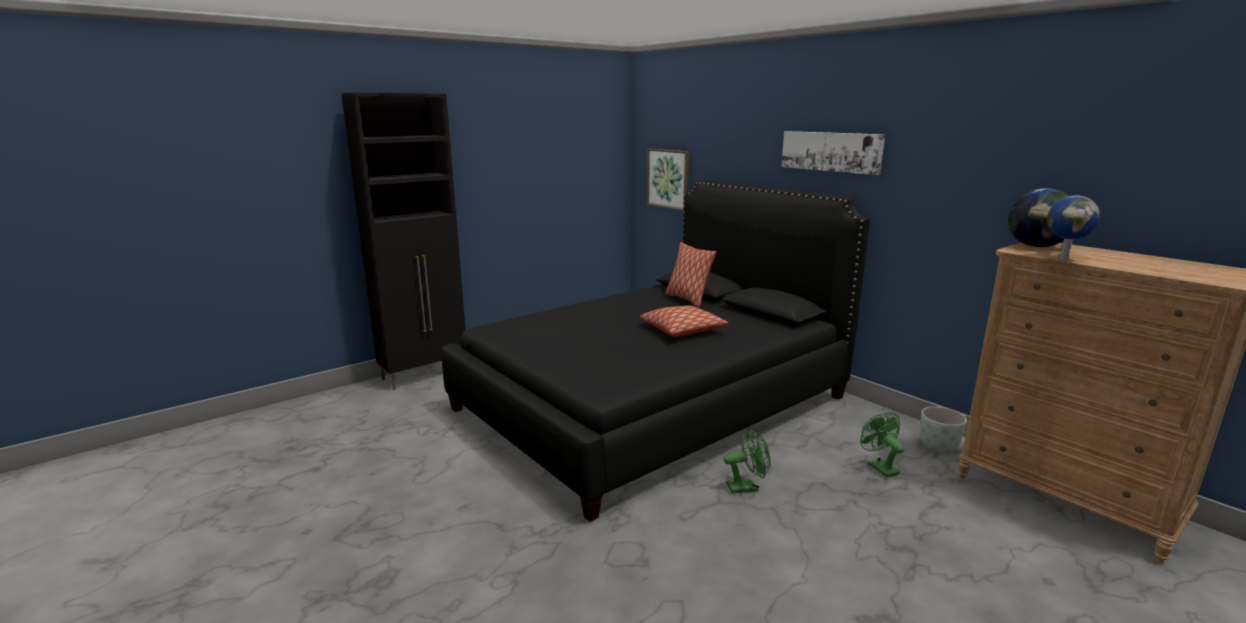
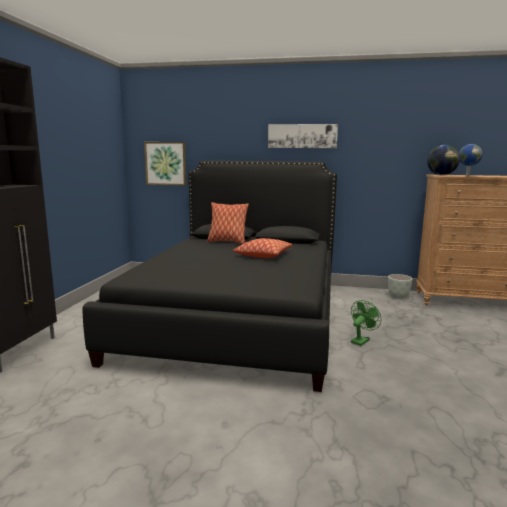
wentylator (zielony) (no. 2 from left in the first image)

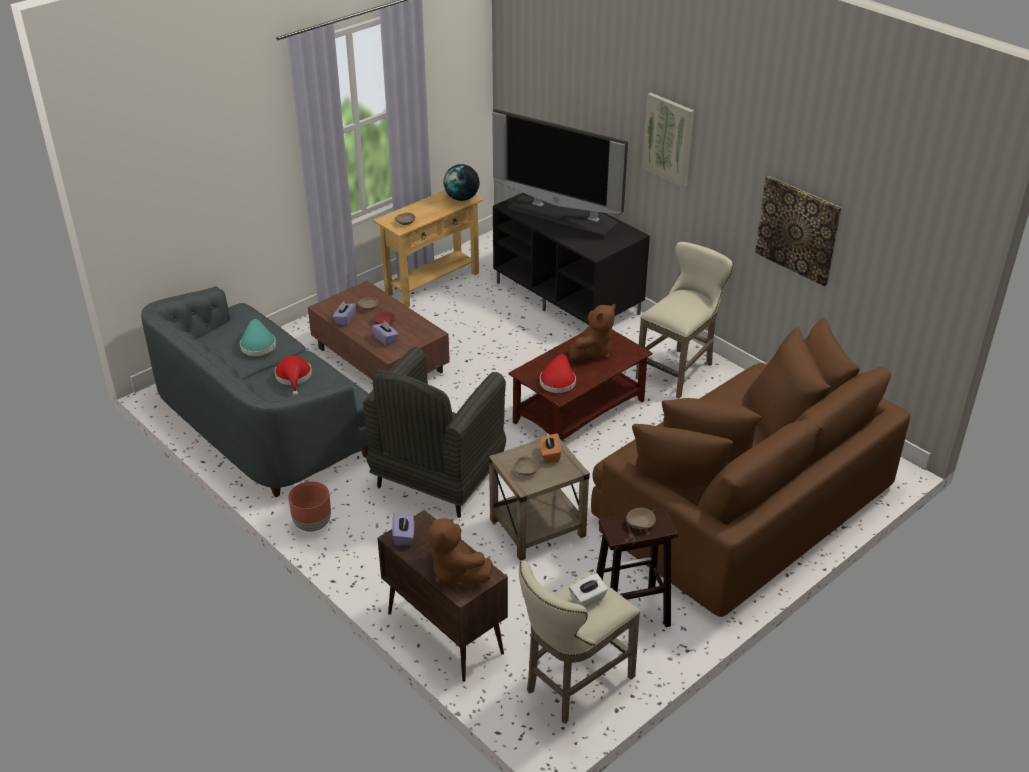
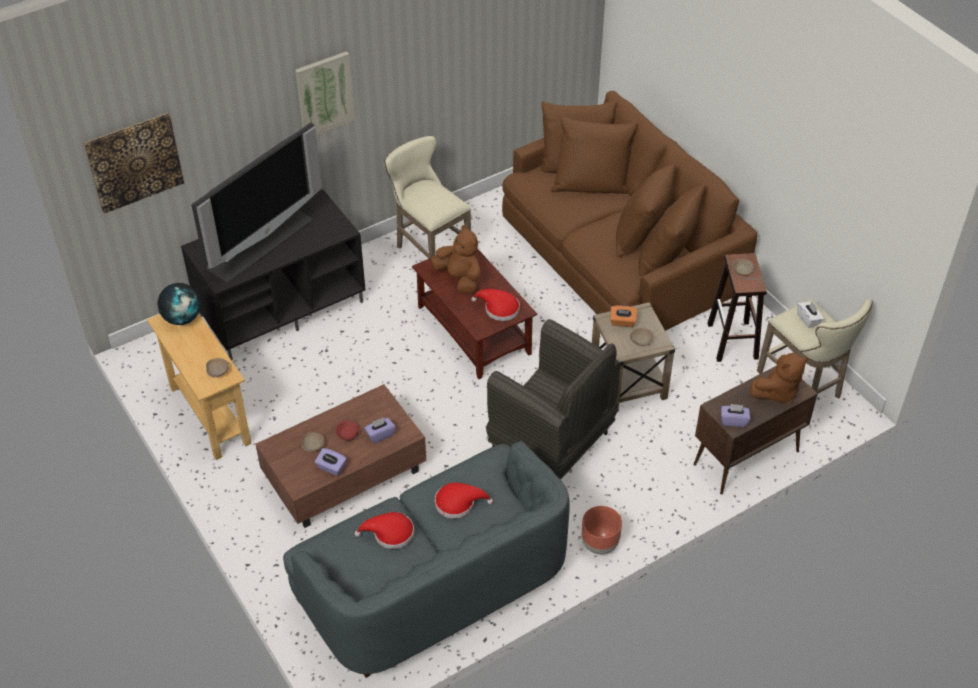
obraz (no. 1 from left); kapelusz (czerwony) (no. 1 from left)

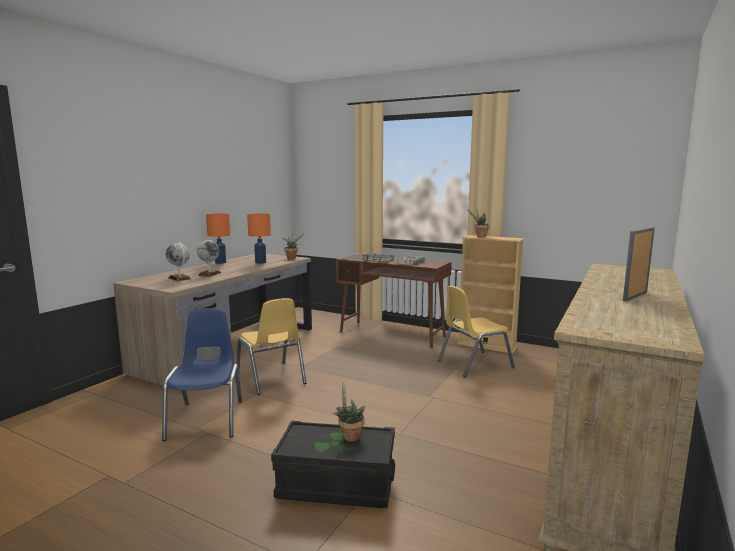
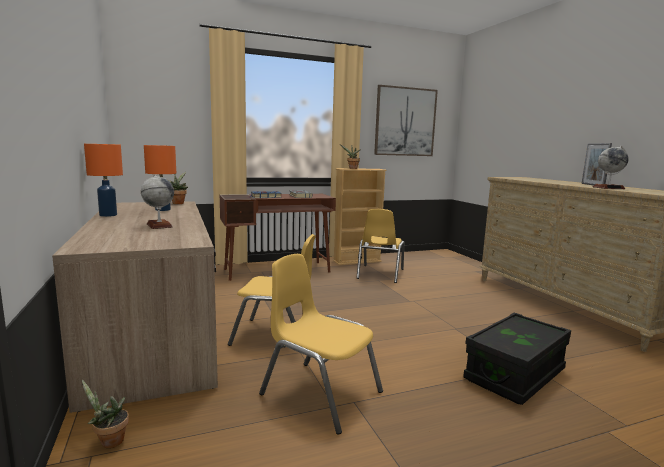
obraz; globus (no. 2 from left); roślina doniczkowa (no. 1 from left); krzesło (żółty) (no. 2 from left)

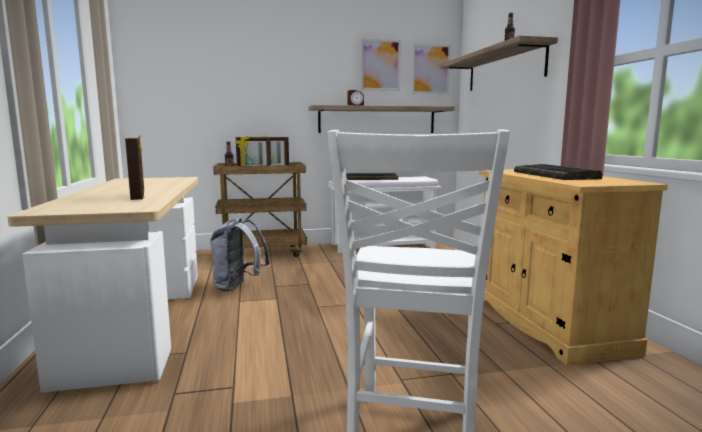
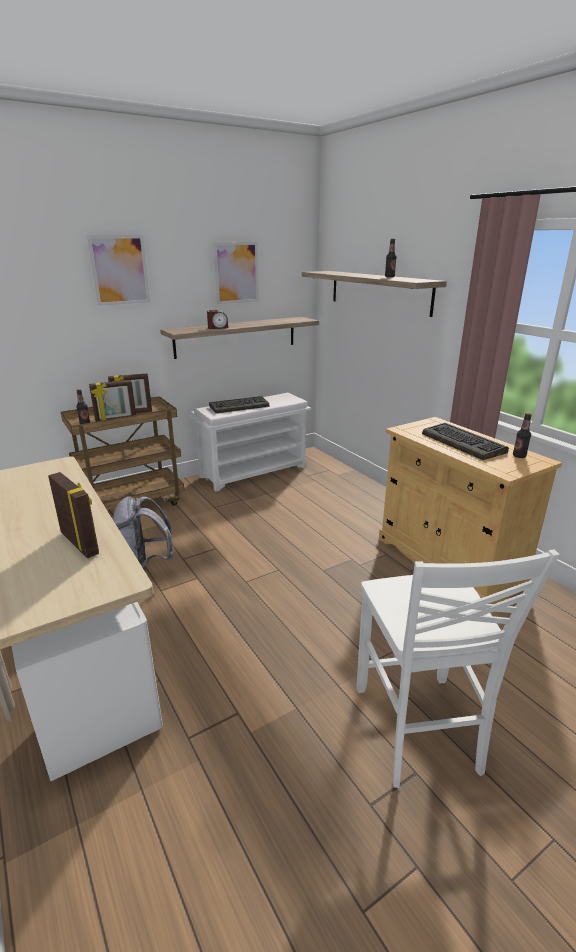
butelka (no. 3 from left); obraz (no. 1 from left)

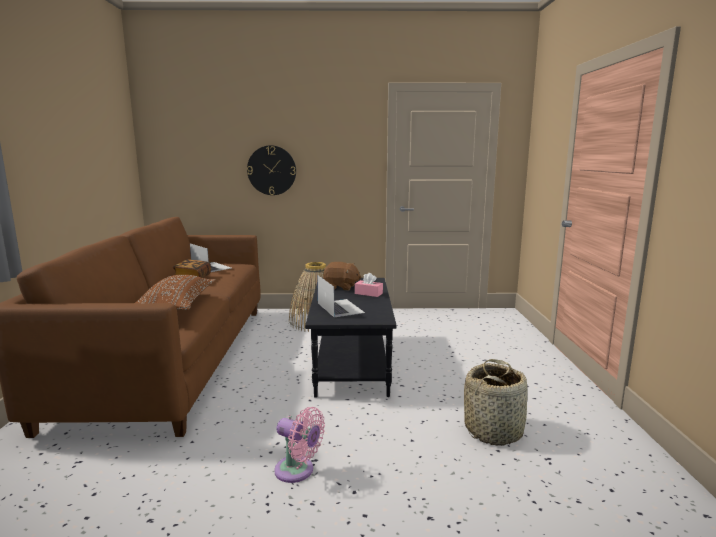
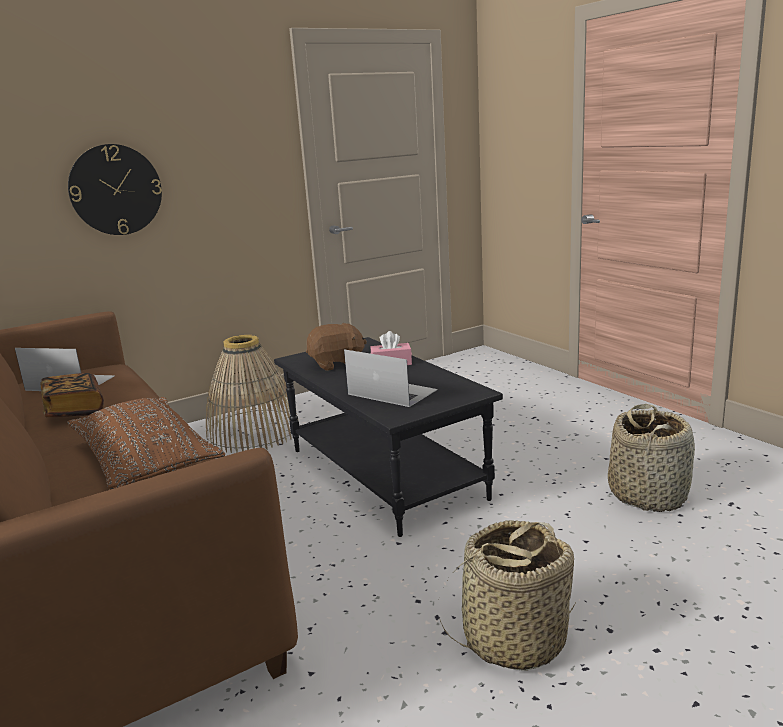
koszyk (no. 2 from left)

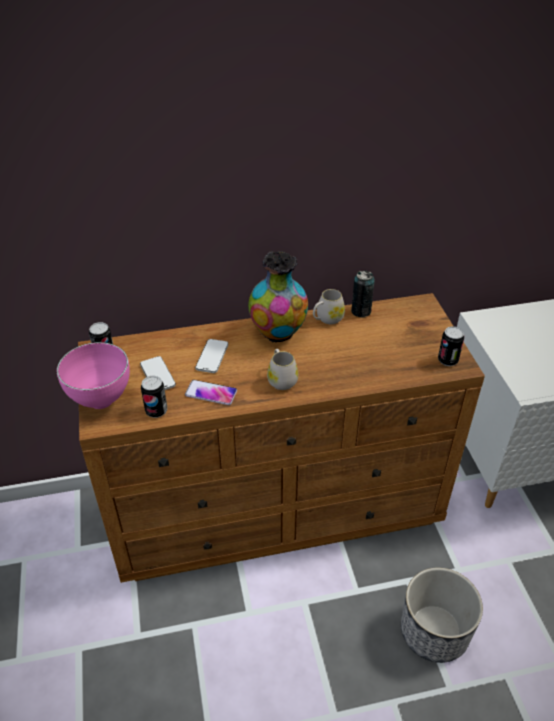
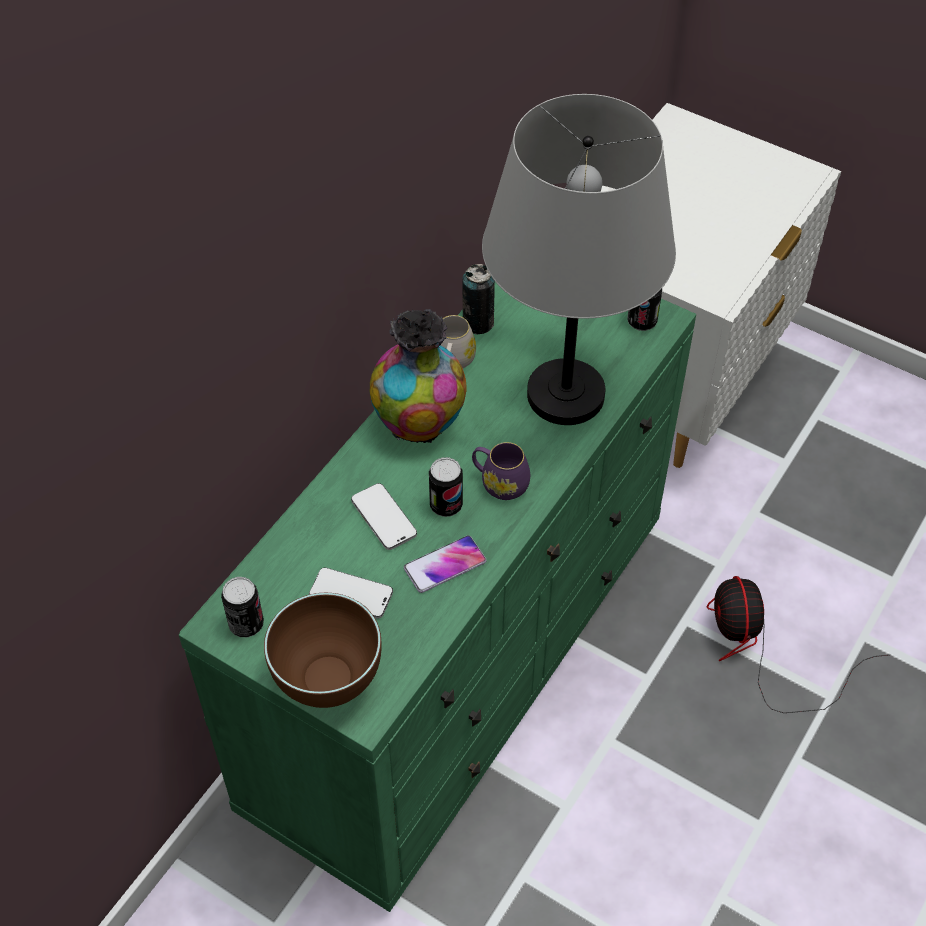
lampa stołowa (szary); puszka (no. 2 from left); wentylator; miska (brązowy); komoda (zielony); kubek (fioletowy)

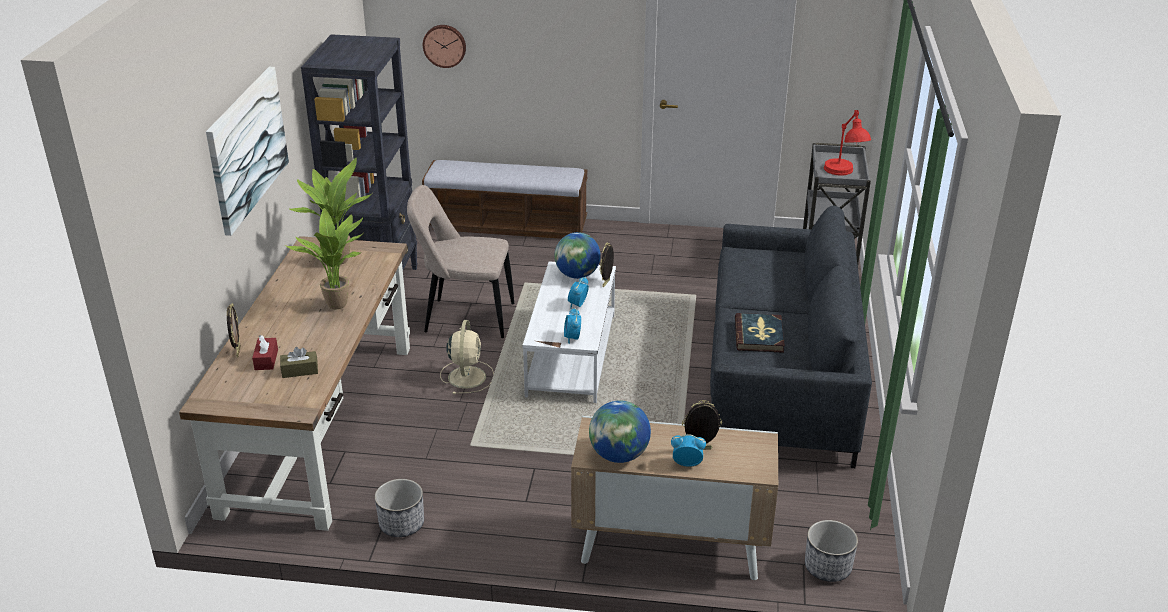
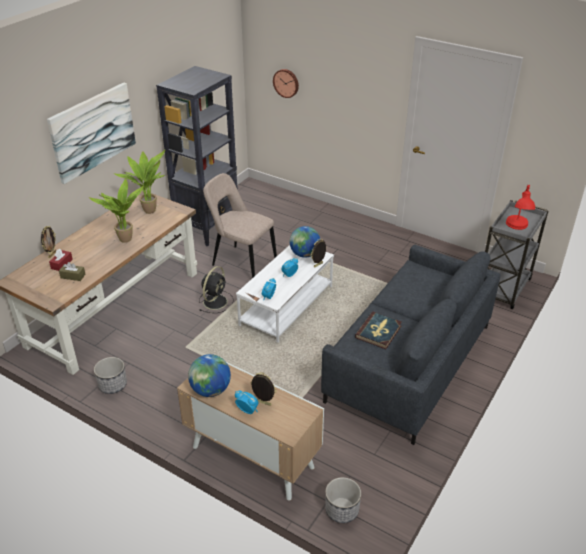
ławka; wentylator (czarny)

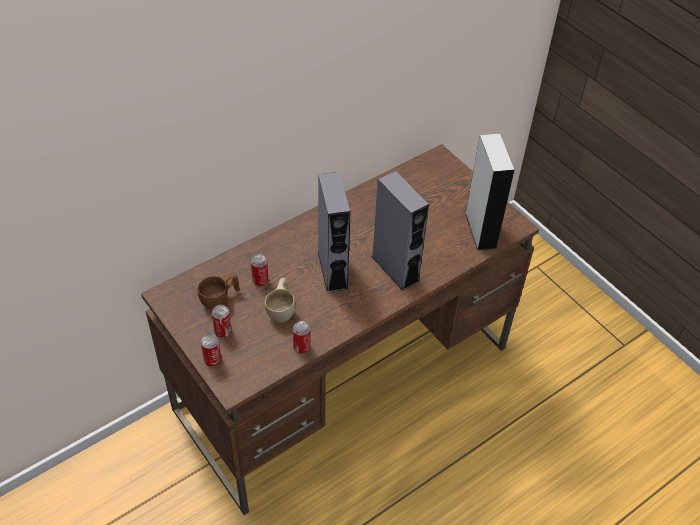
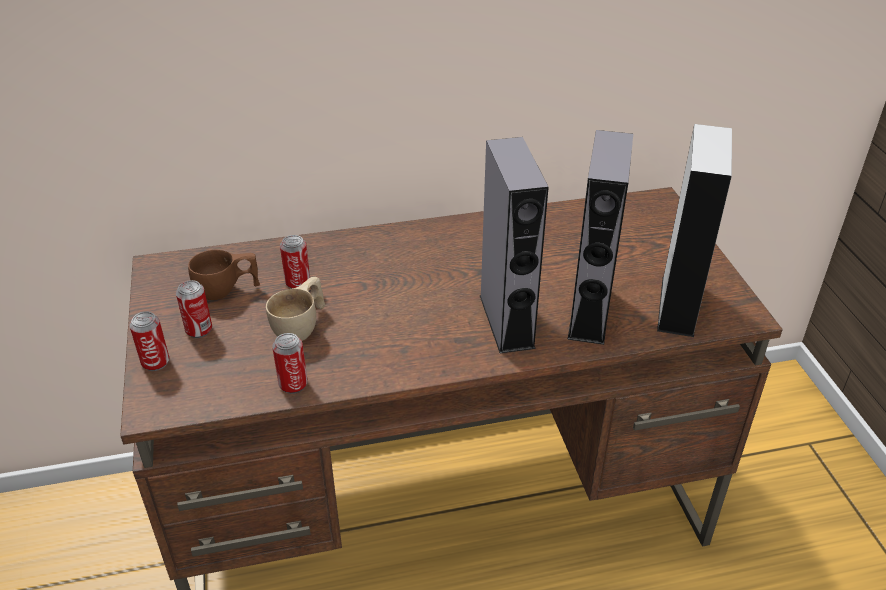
głośnik (szary) (no. 2 from left)

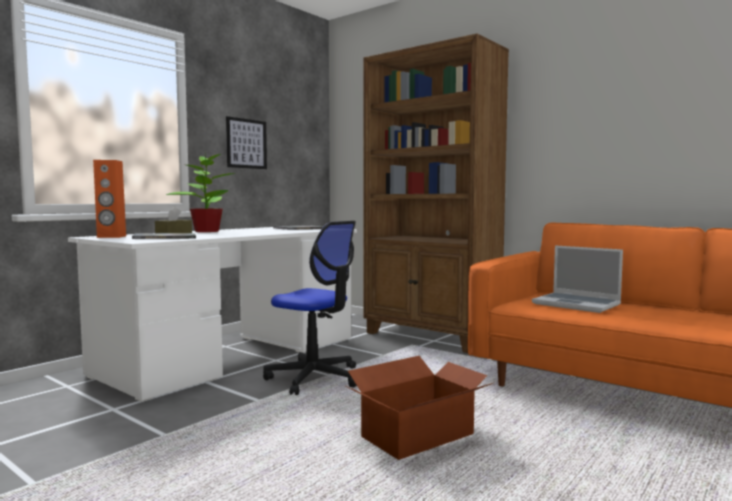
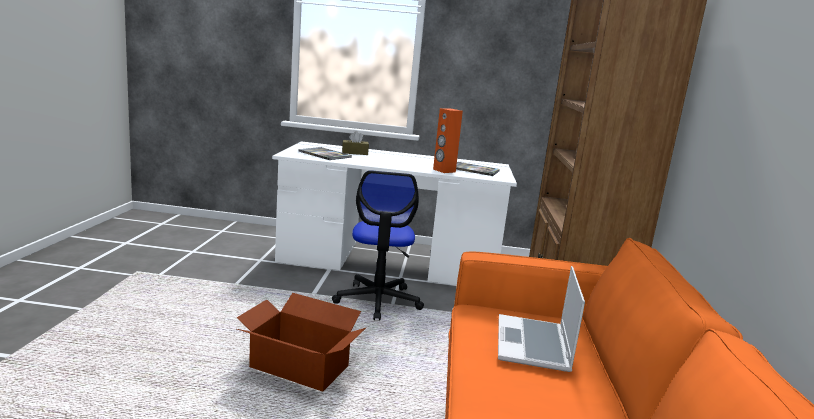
roślina doniczkowa; obraz; głośnik (pomarańczowy)

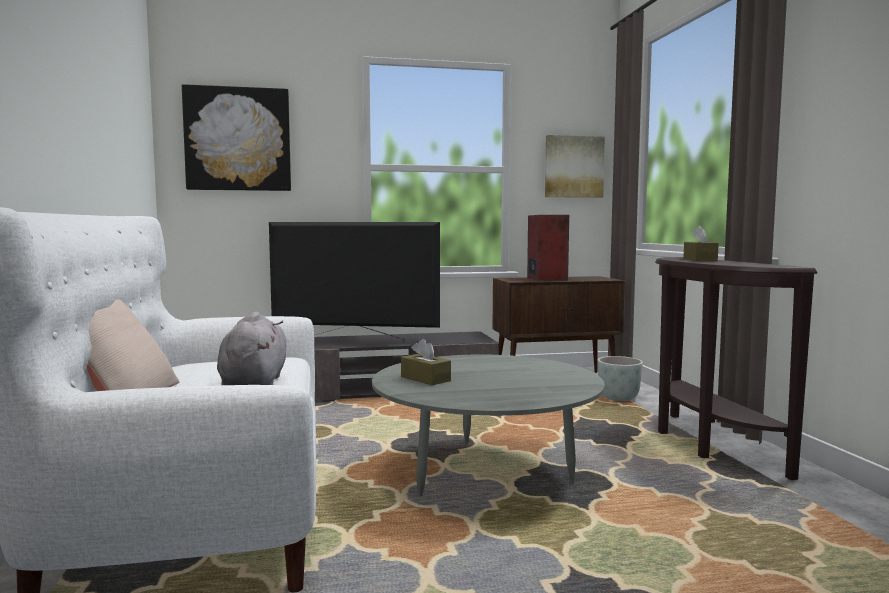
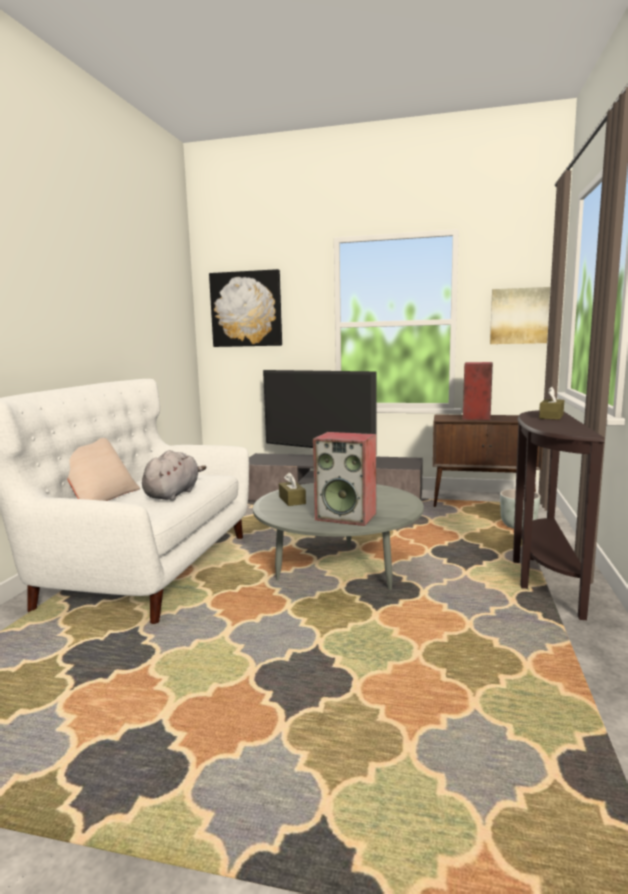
głośnik (no. 1 from left)

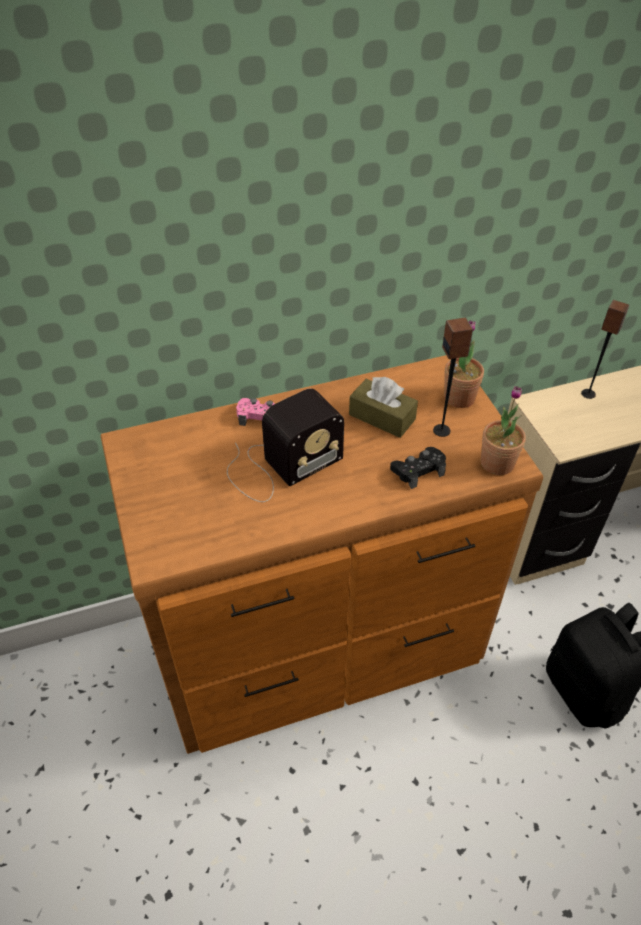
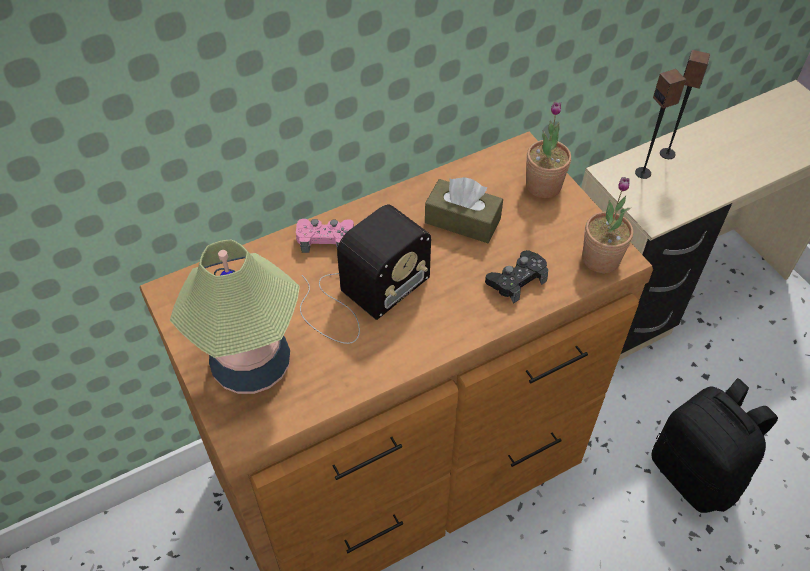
lampa stołowa; głośnik (no. 1 from left)

